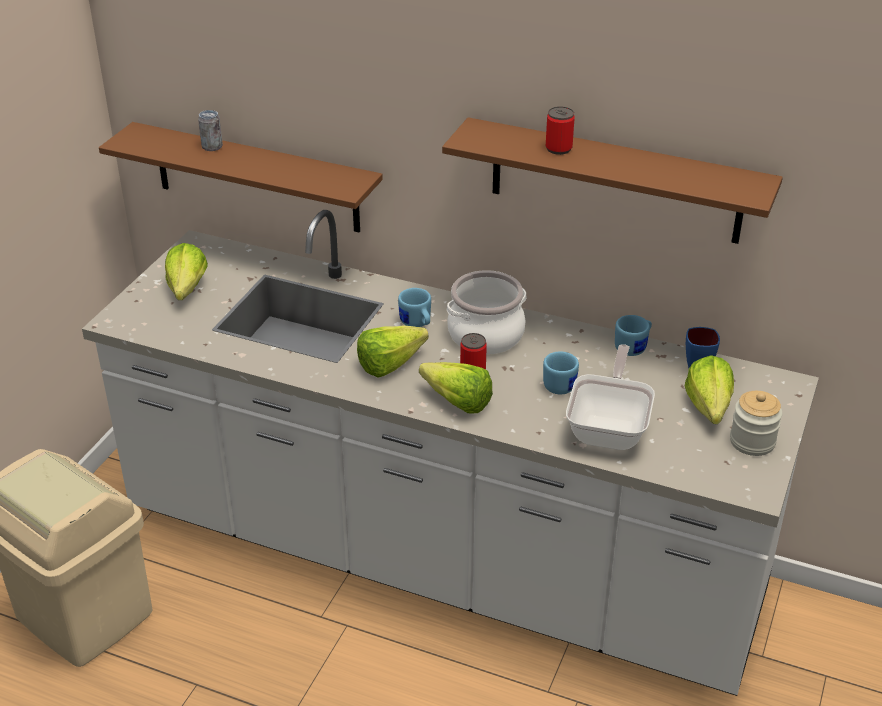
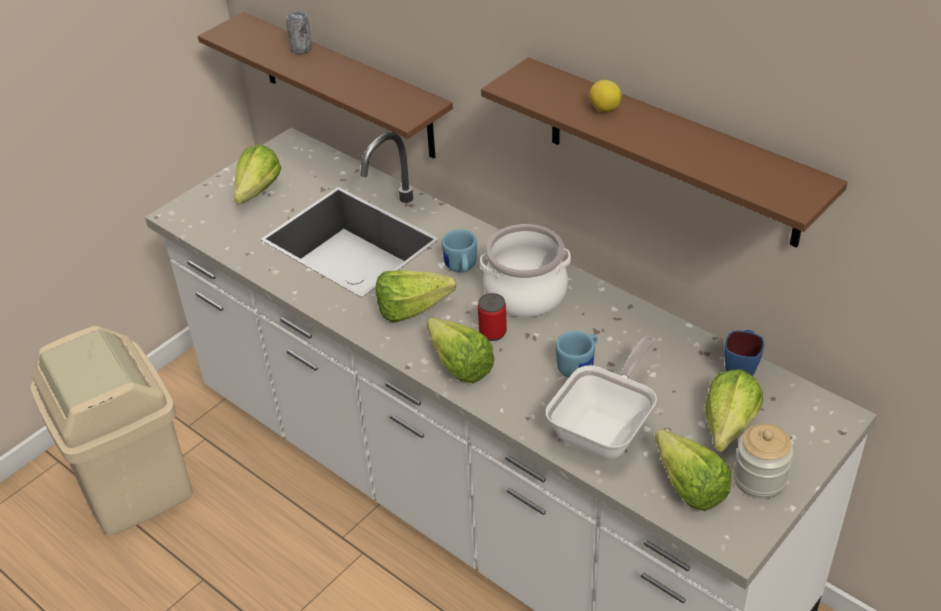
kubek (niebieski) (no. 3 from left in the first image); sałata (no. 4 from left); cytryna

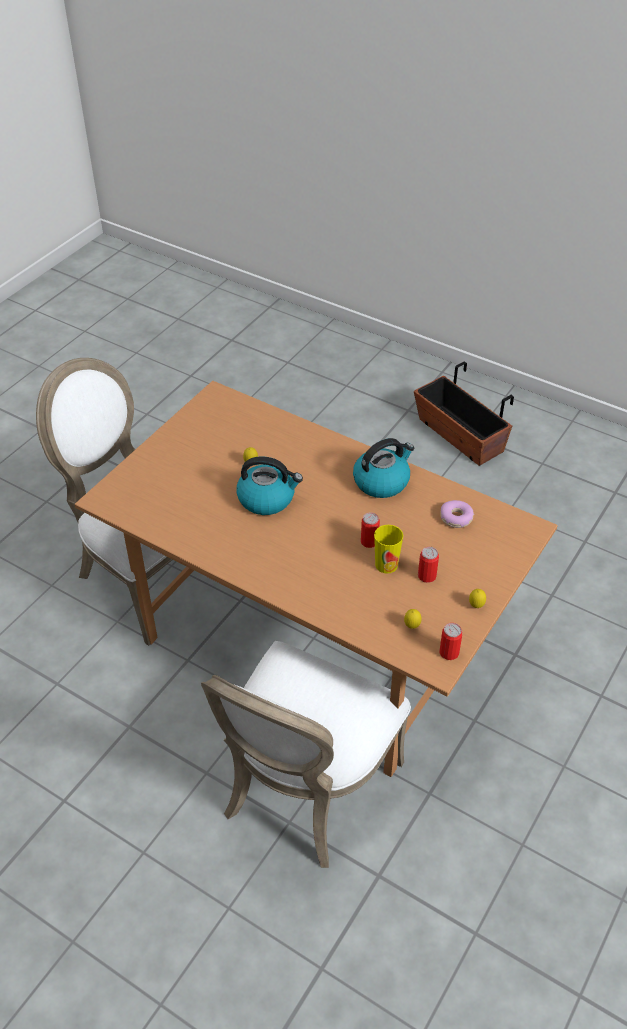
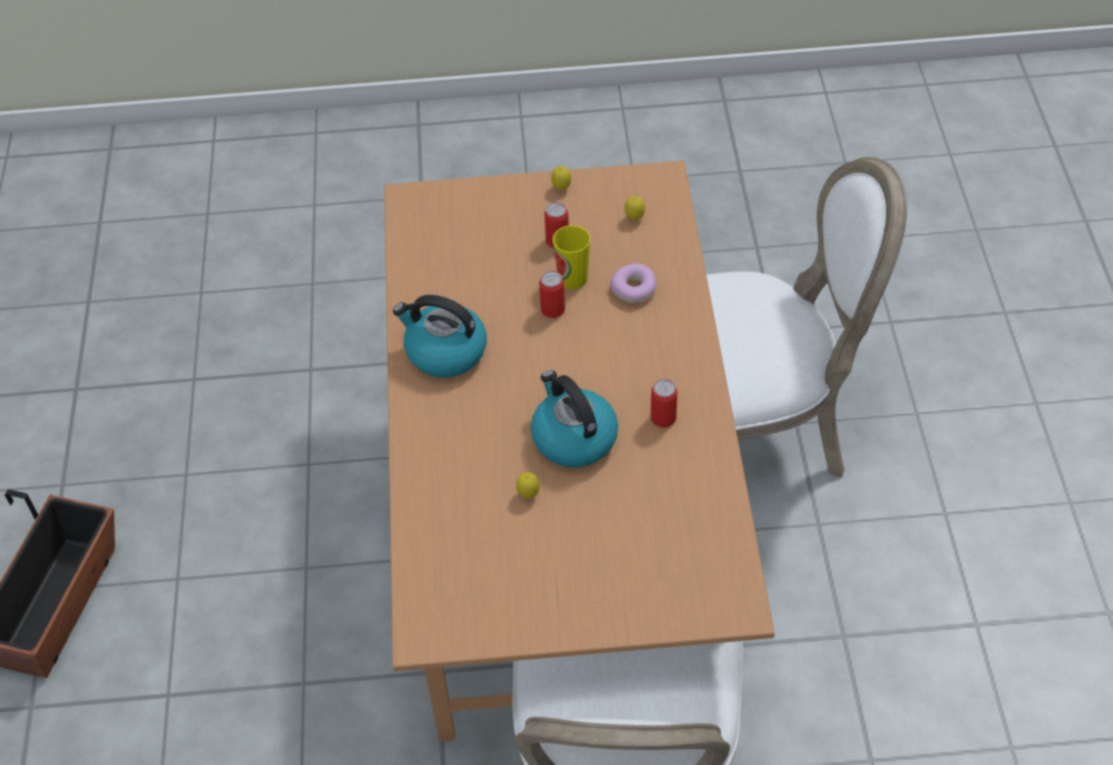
donut; puszka (no. 3 from left)

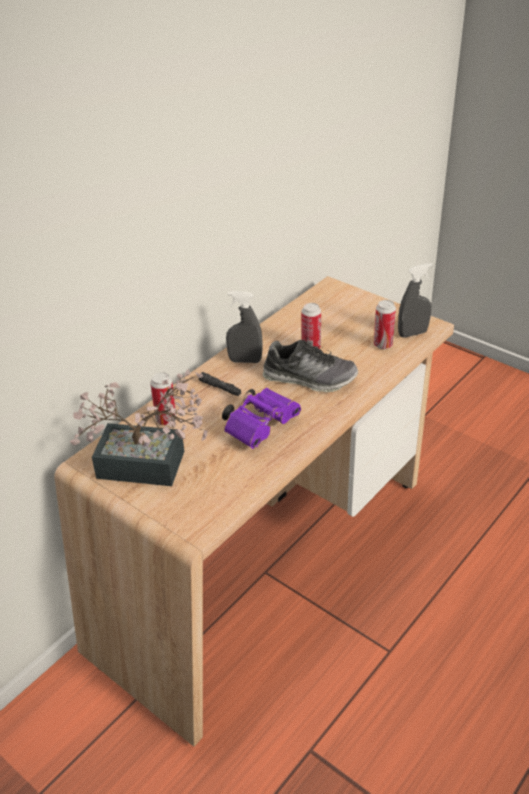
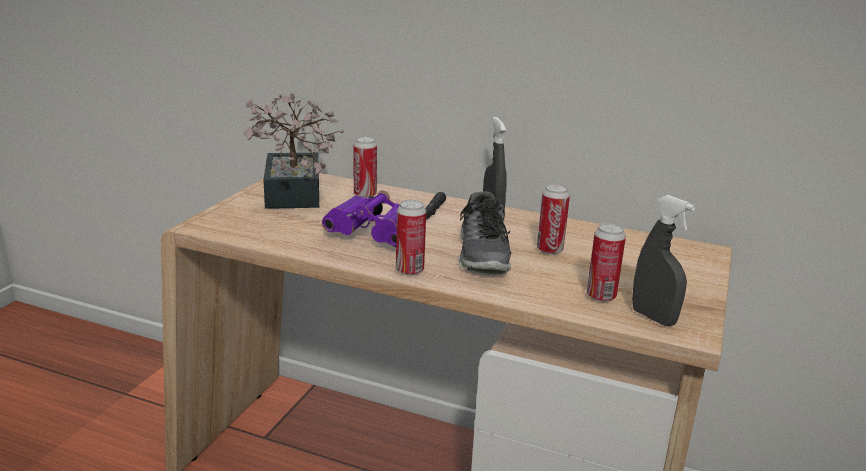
puszka (no. 2 from left)

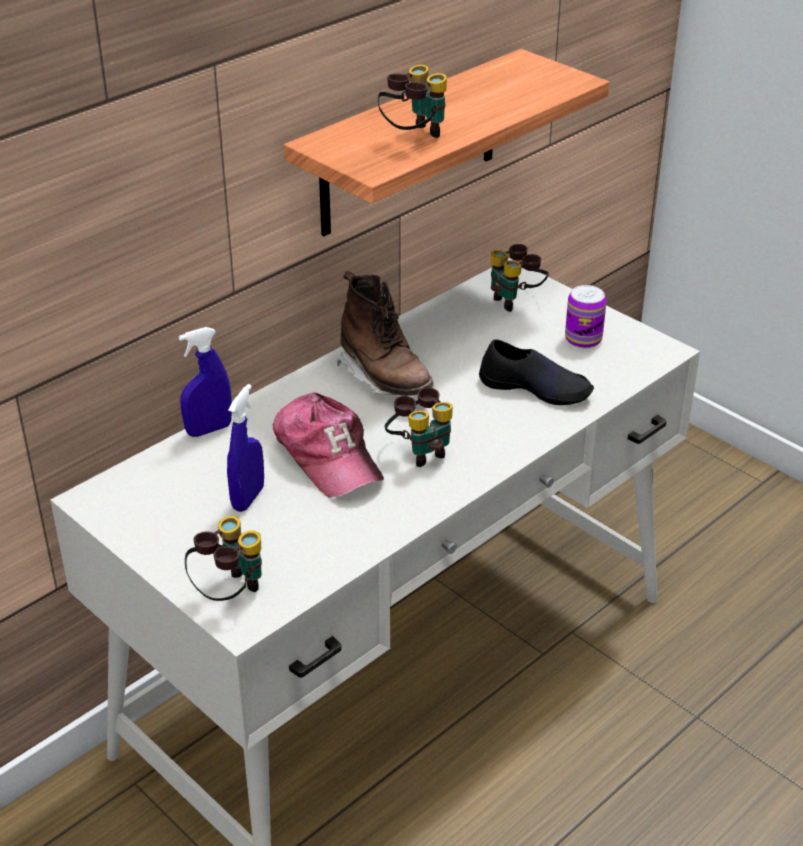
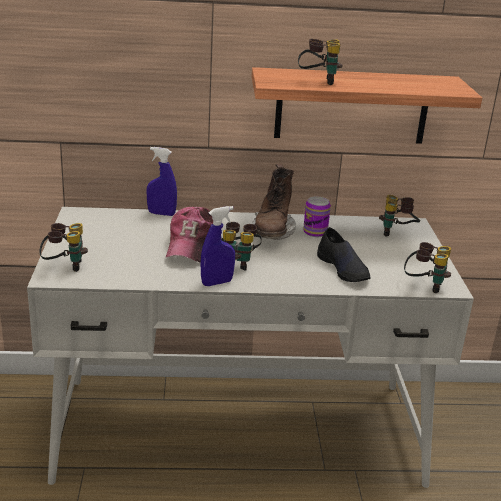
lornetka (no. 5 from left); spryskiwacz (niebieski) (no. 2 from left); puszka

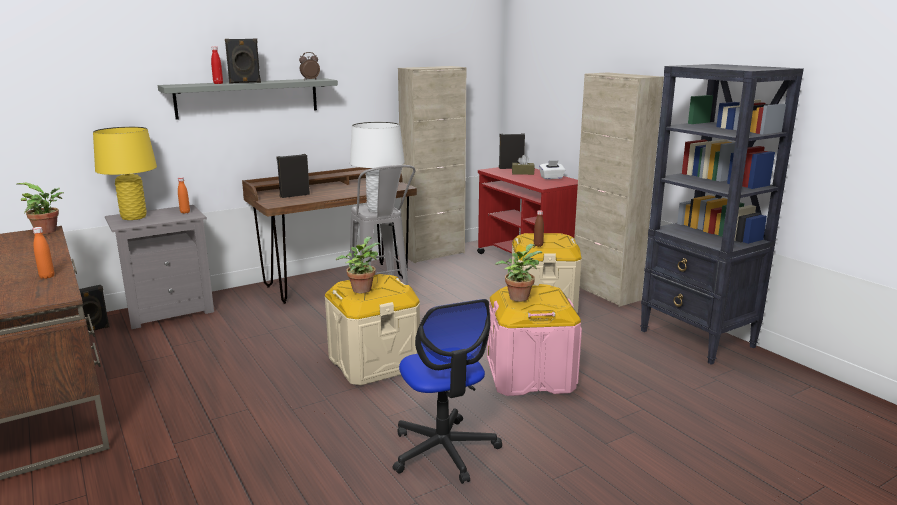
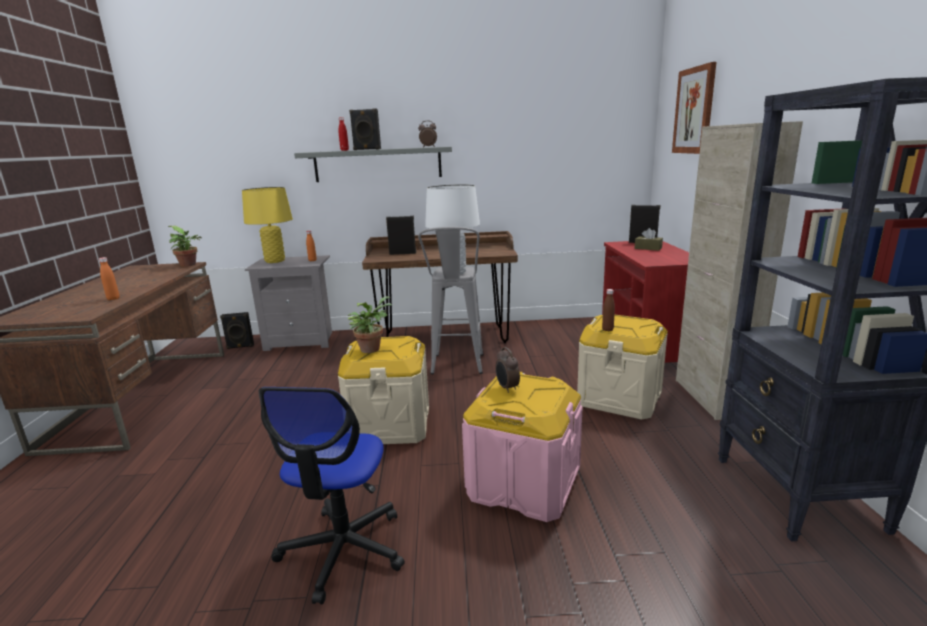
szafka (beżowy) (no. 1 from left in the first image); pudełko chusteczek (biały); obraz; budzik (no. 2 from left)

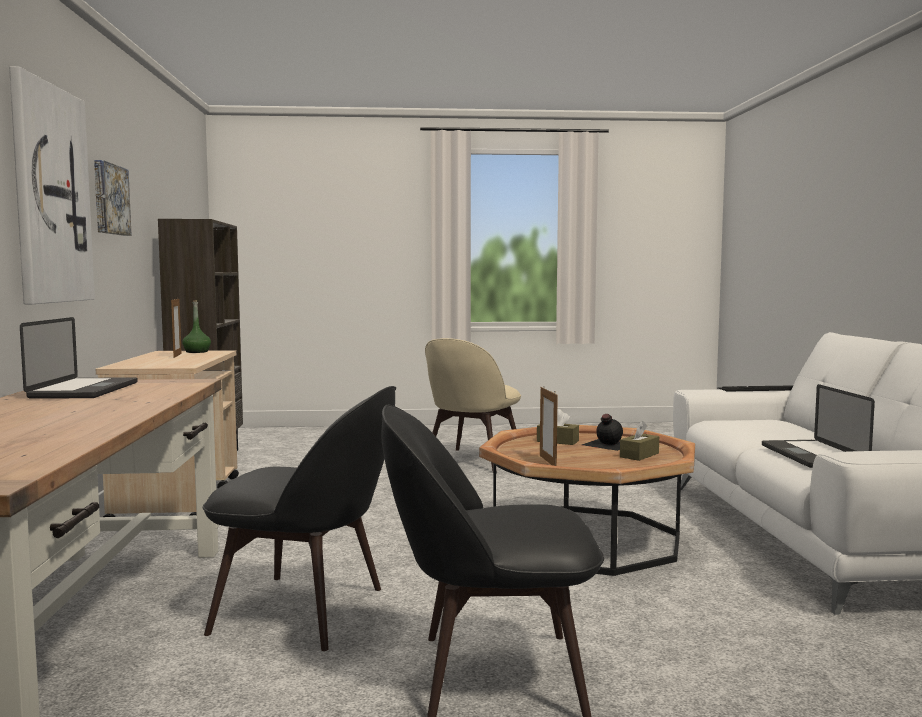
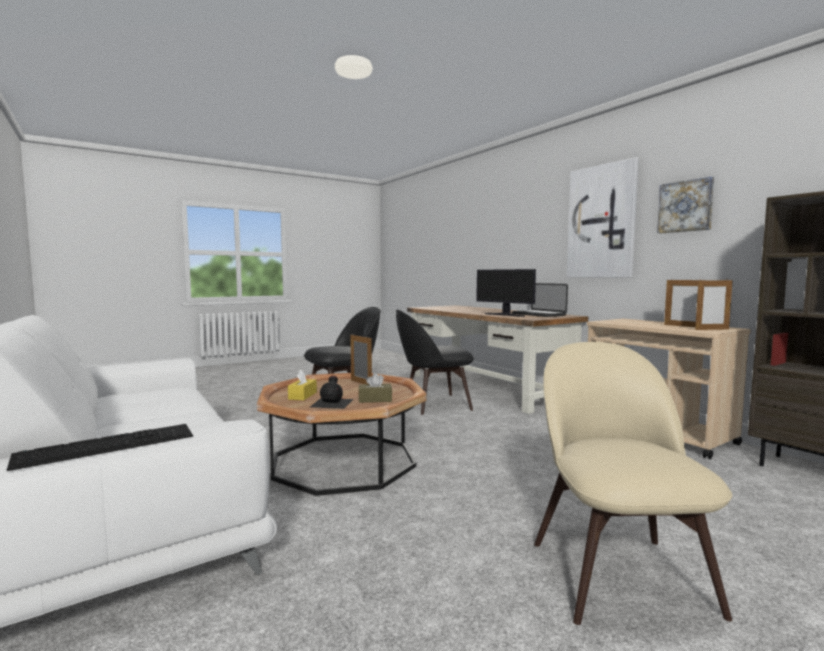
laptop (no. 2 from left in the first image); monitor; ramka na zdjęcie (no. 3 from left); pudełko chusteczek (żółty)

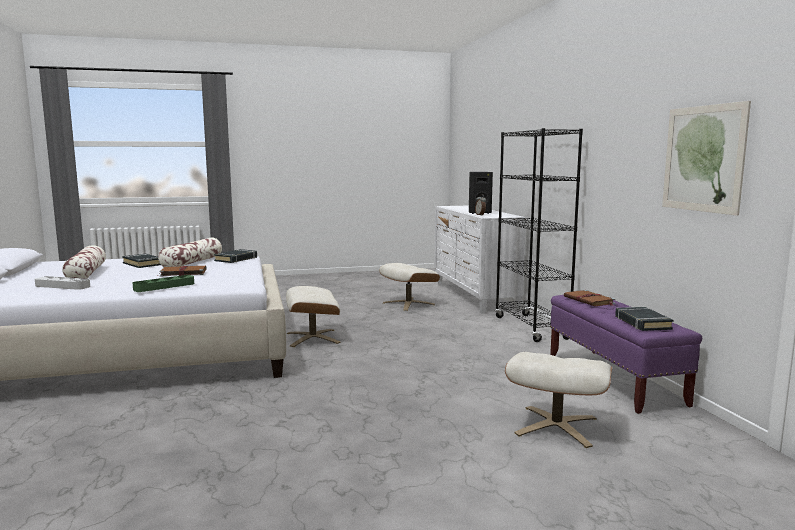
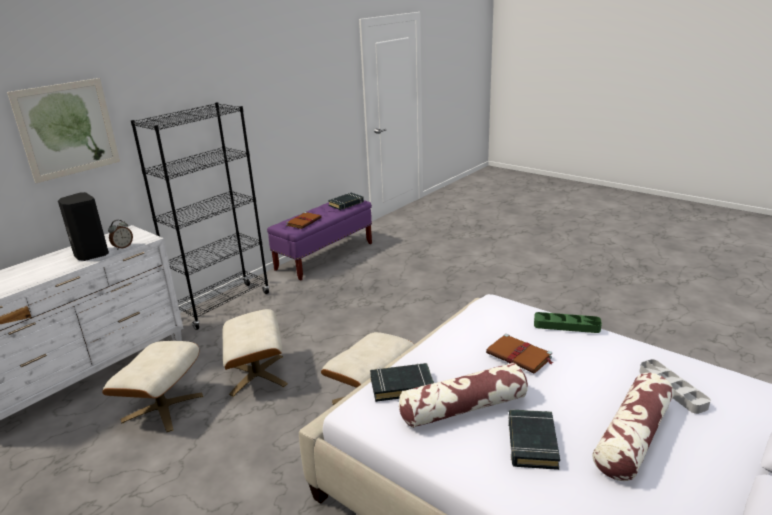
pufa (beżowy) (no. 2 from left); obraz

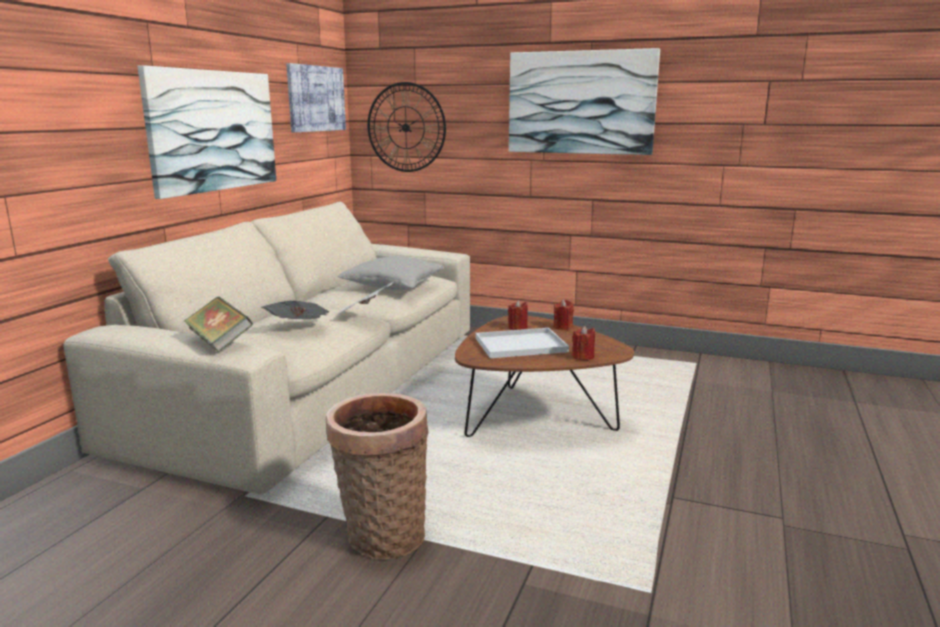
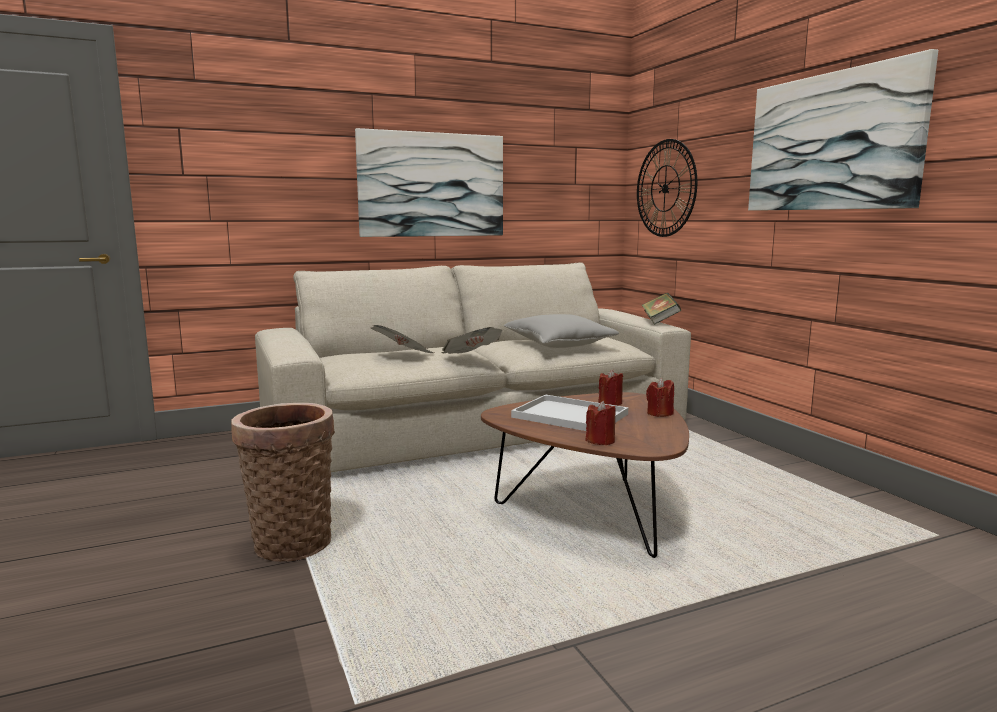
obraz (no. 2 from left in the first image); książka

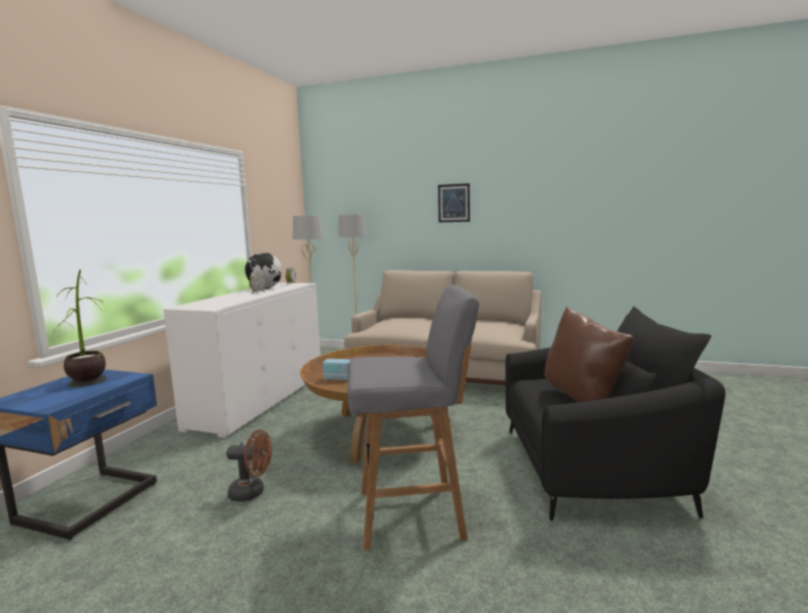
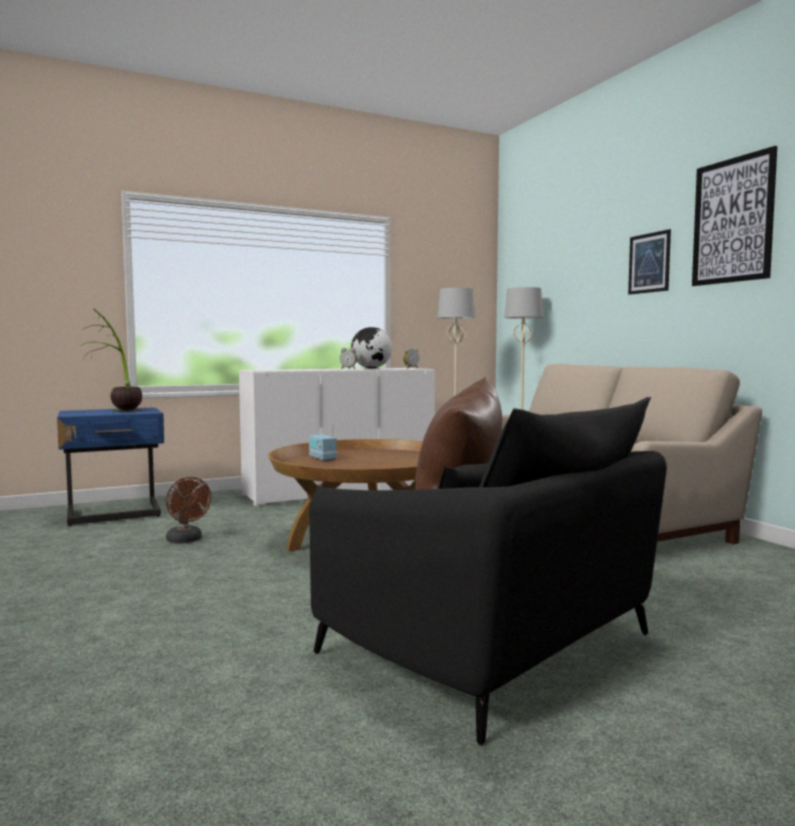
stołek (szary); obraz (no. 2 from left)

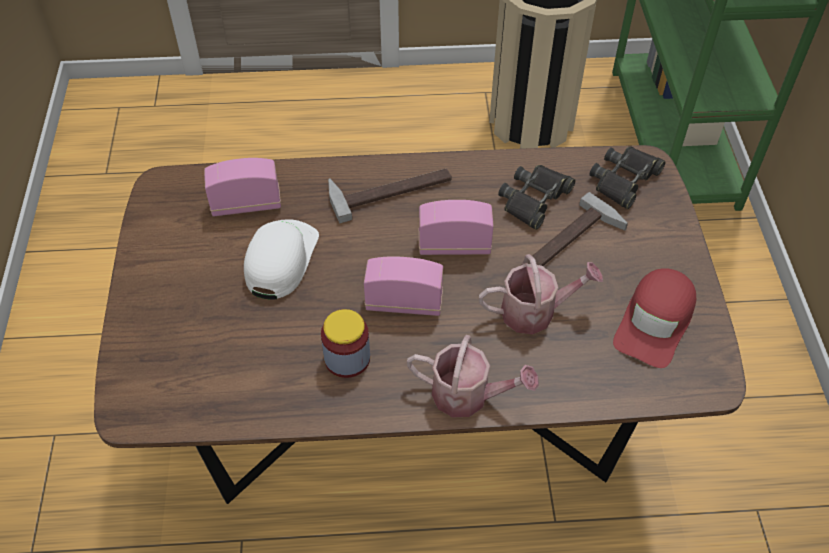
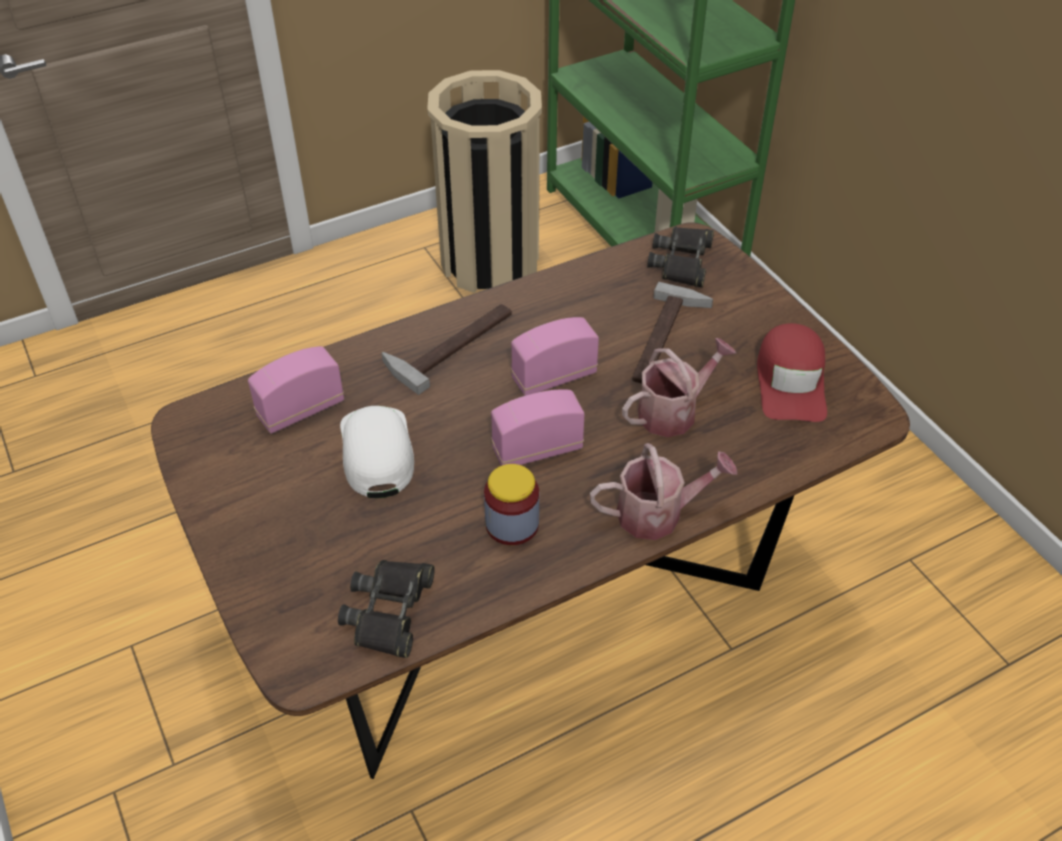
lornetka (czarny) (no. 1 from left)

